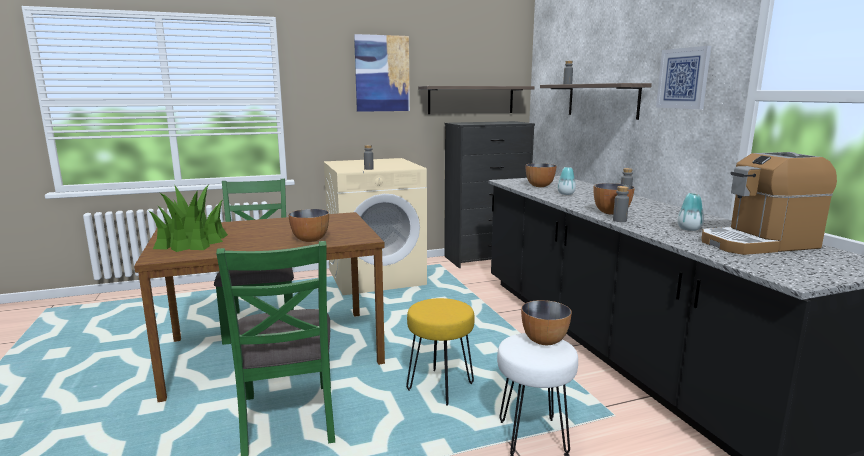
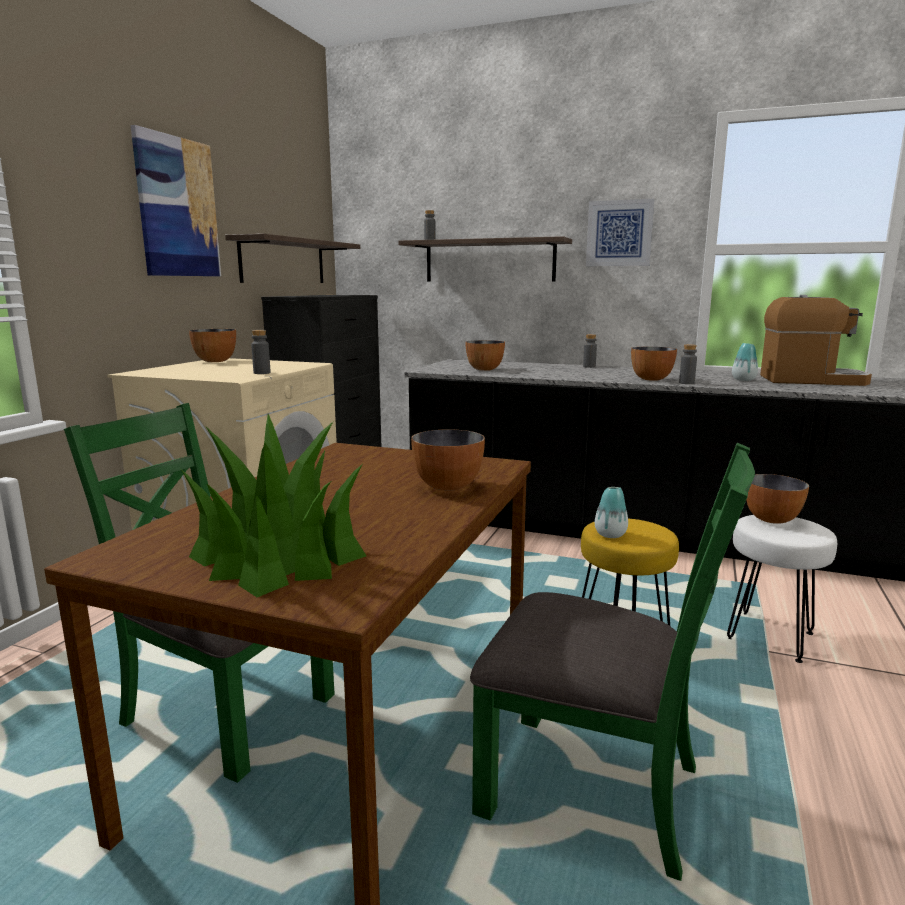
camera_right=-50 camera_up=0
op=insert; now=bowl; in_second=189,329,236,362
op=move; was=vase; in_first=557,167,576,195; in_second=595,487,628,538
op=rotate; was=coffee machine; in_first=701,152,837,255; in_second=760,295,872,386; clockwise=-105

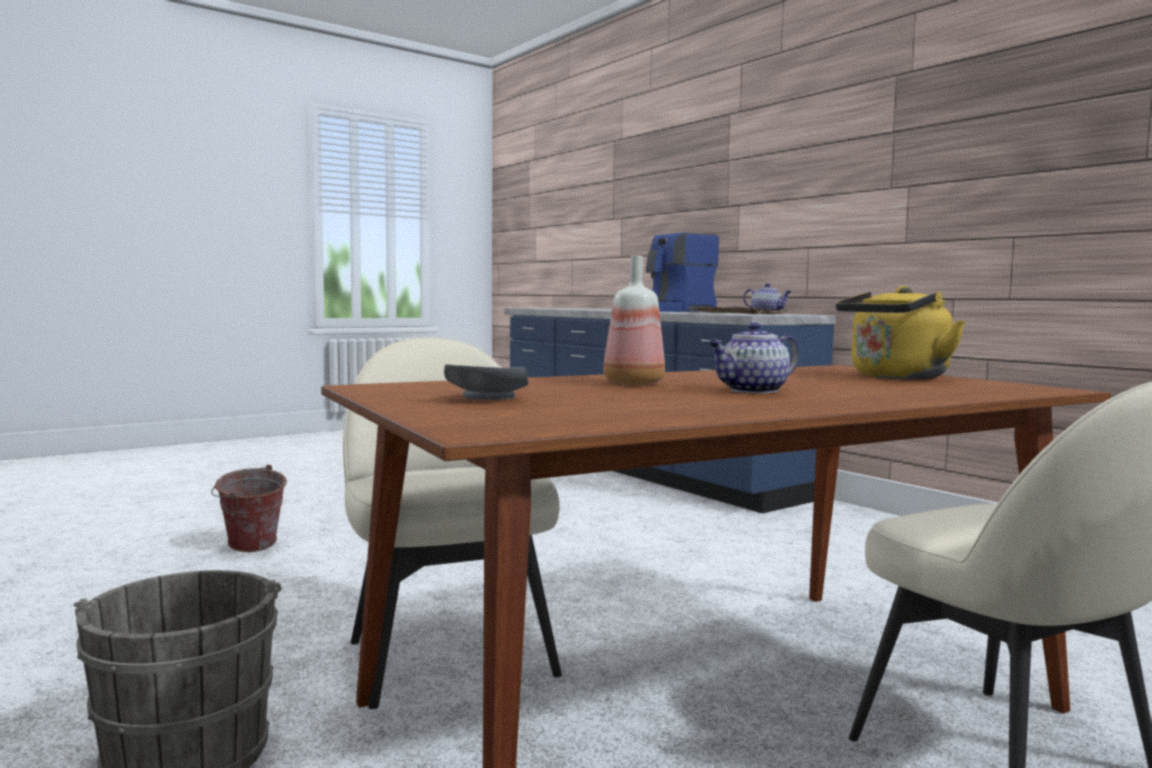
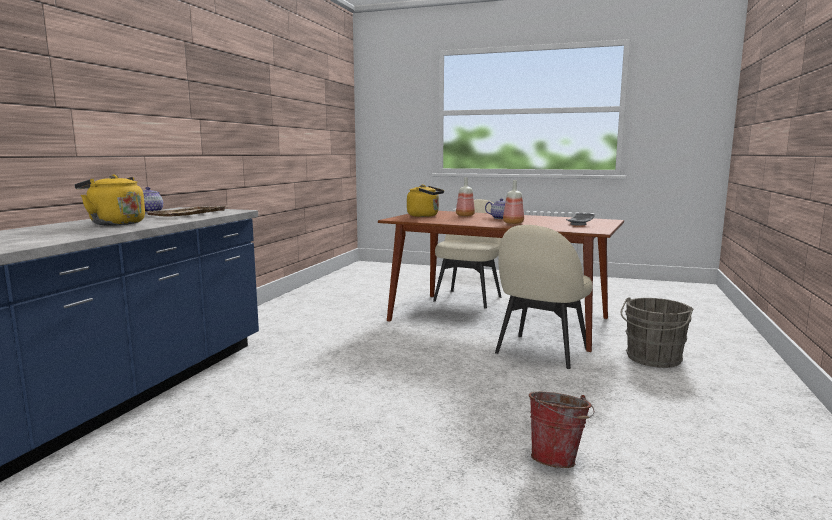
camera_right=-125 camera_up=5
op=replace; was=coffee machine; now=kettle (yellow); in_first=646,233,719,312; in_second=75,174,145,226
op=insert; now=bottle; in_second=456,177,475,216

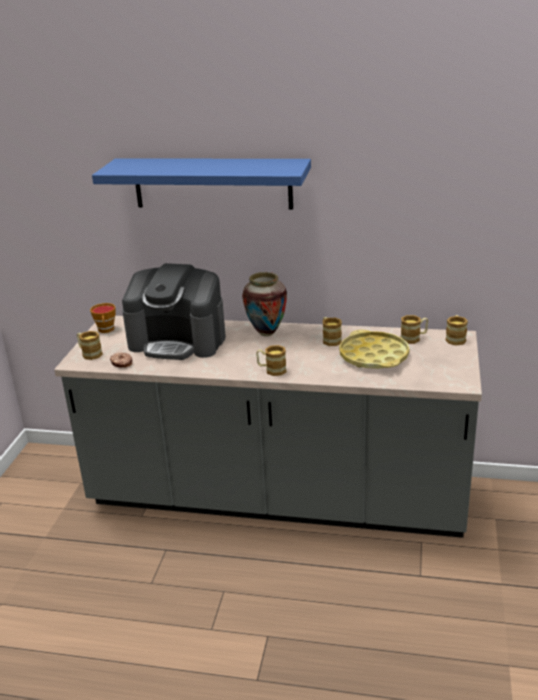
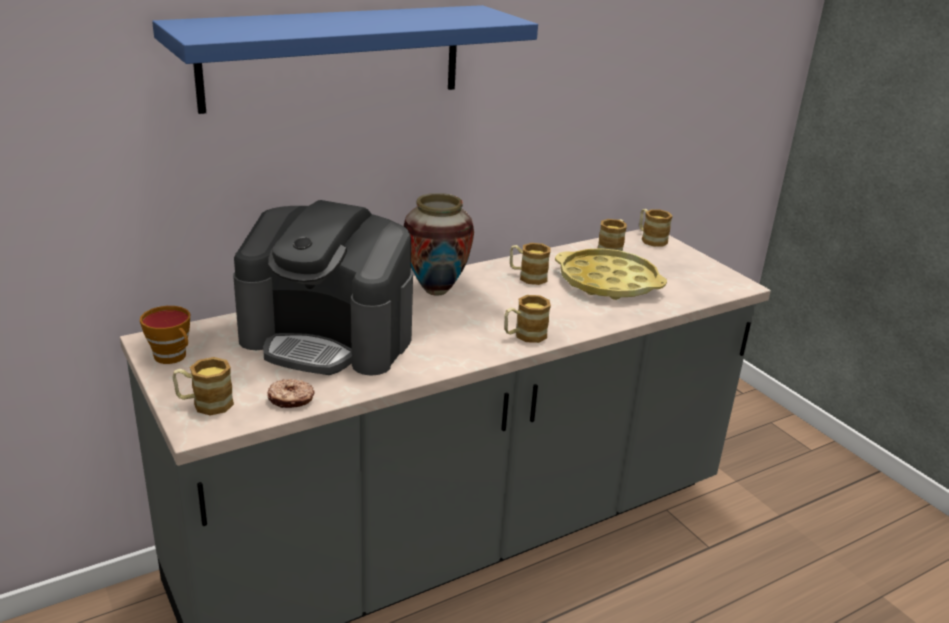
camera_right=-45 camera_up=0
op=rotate; was=coffee machine; in_first=122,263,226,360; in_second=233,200,413,376; clockwise=45

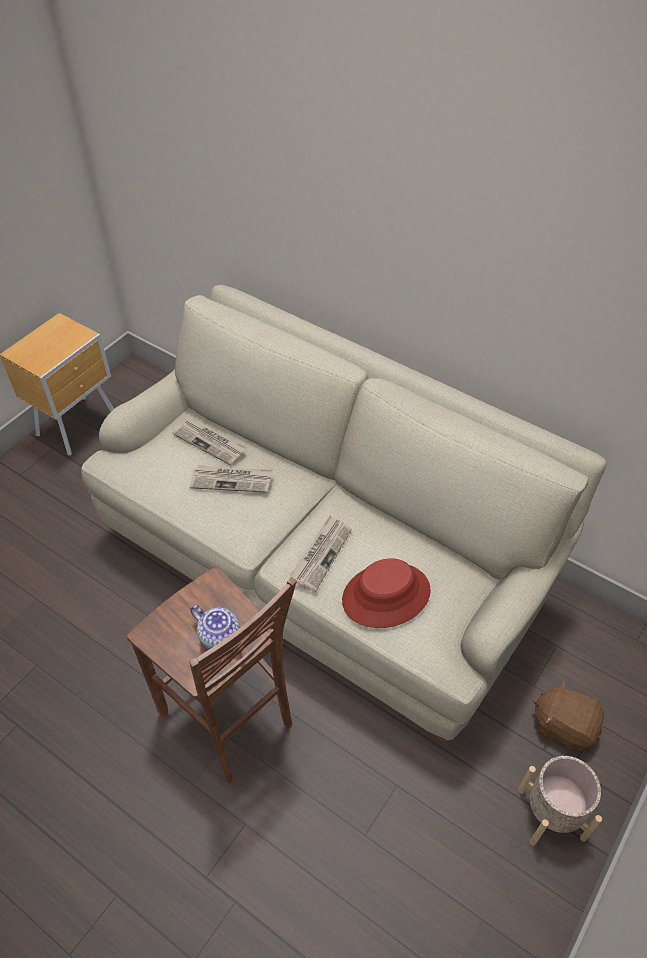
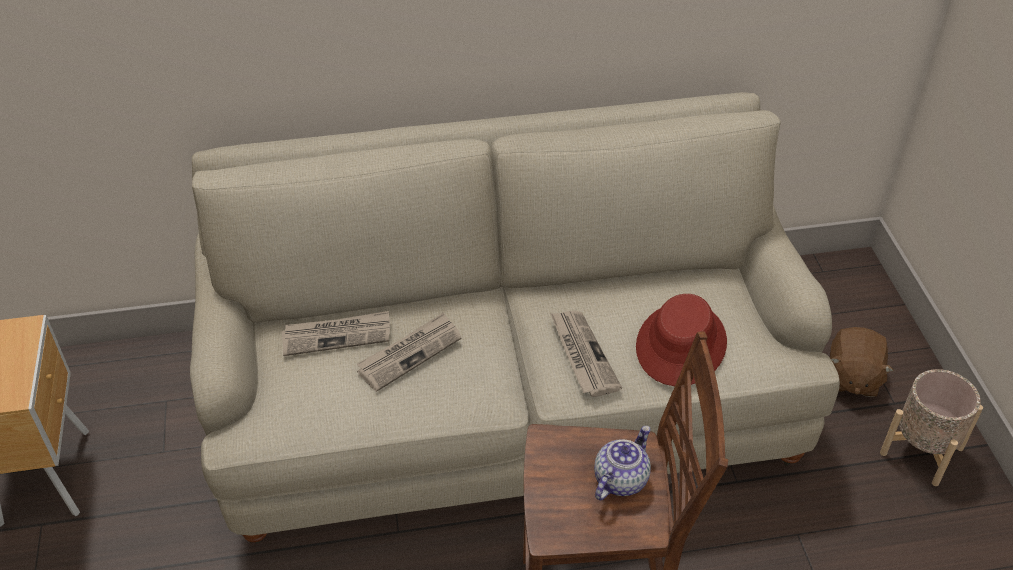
camera_right=-45 camera_up=-5
op=rotate; was=teapot; in_first=190,605,240,650; in_second=594,426,651,500; clockwise=-45
op=rotate; was=plush toy (brown); in_first=533,680,604,751; in_second=830,327,894,397; clockwise=-60

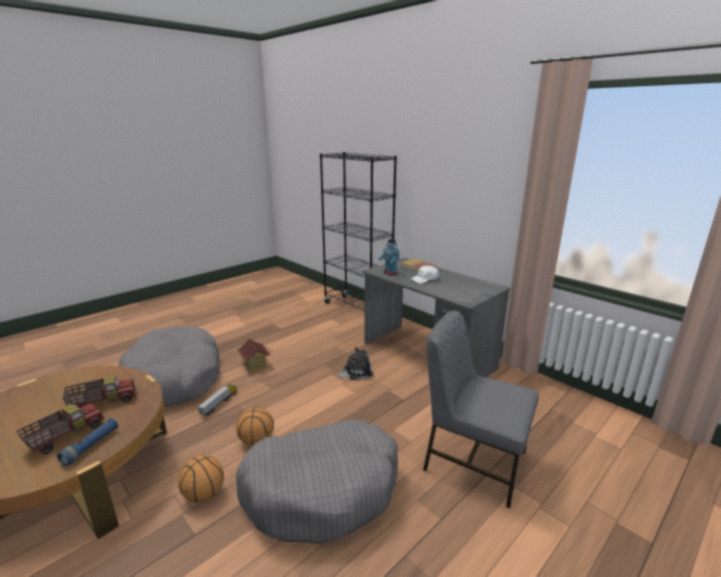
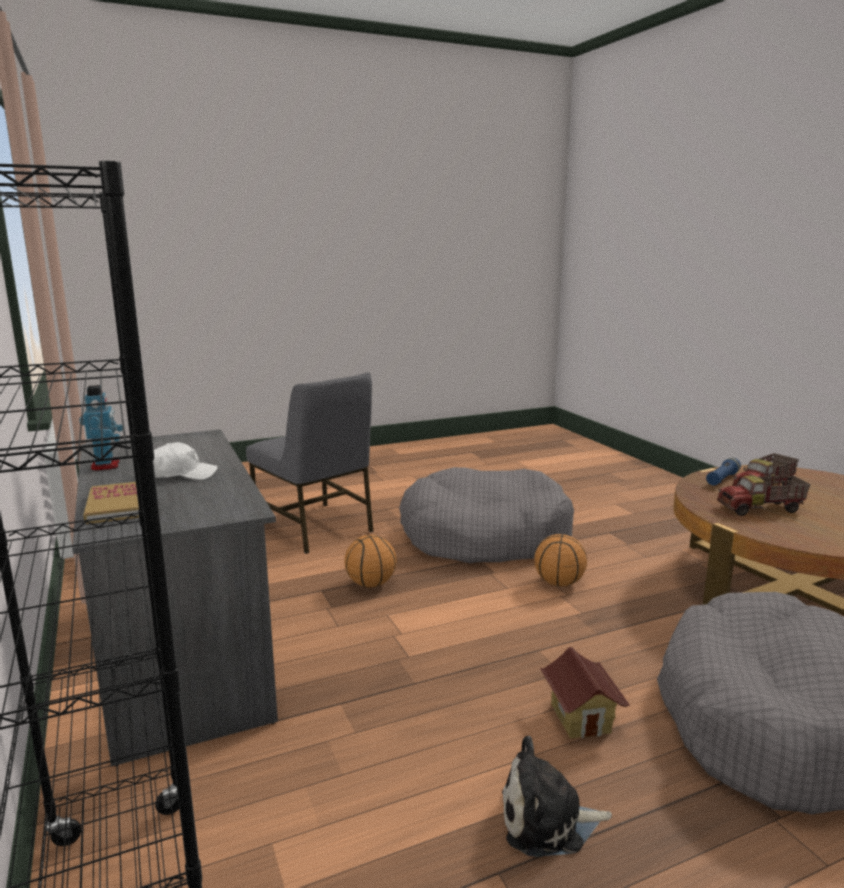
camera_right=-160 camera_up=-5
op=move; was=toy robot; in_first=379,238,400,276; in_second=79,385,123,471
op=move; was=basketball; in_first=178,455,224,502; in_second=345,535,397,587
op=move; was=plush toy; in_first=336,347,373,380; in_second=502,736,612,857
op=delete; was=toy truck; in_first=198,384,237,416

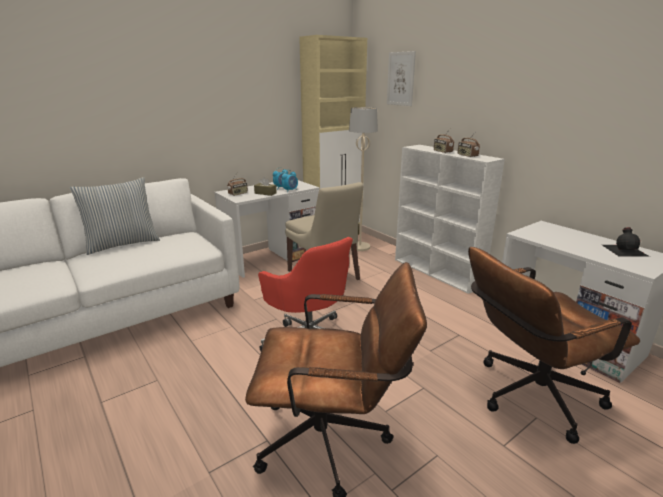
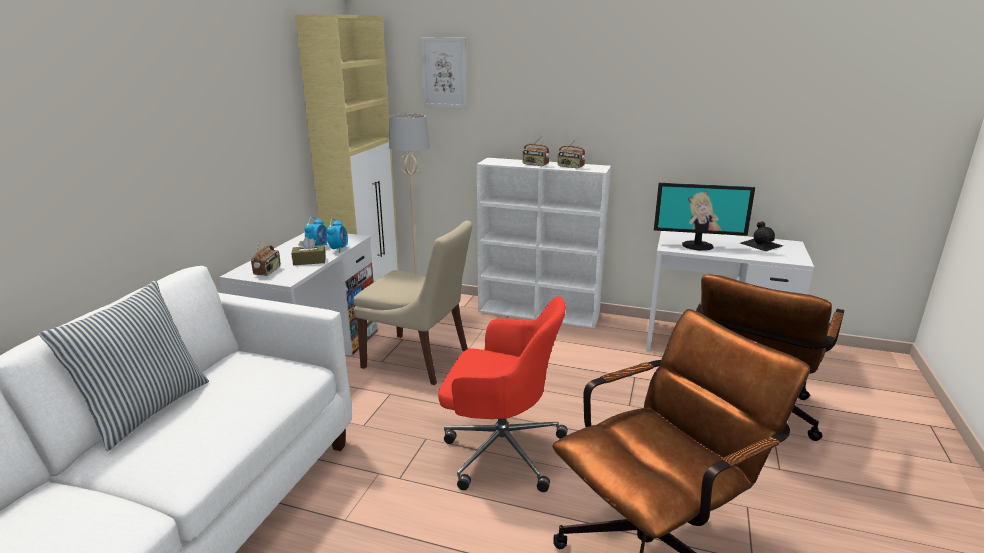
camera_right=-35 camera_up=0
op=insert; now=monitor; in_second=654,183,755,251

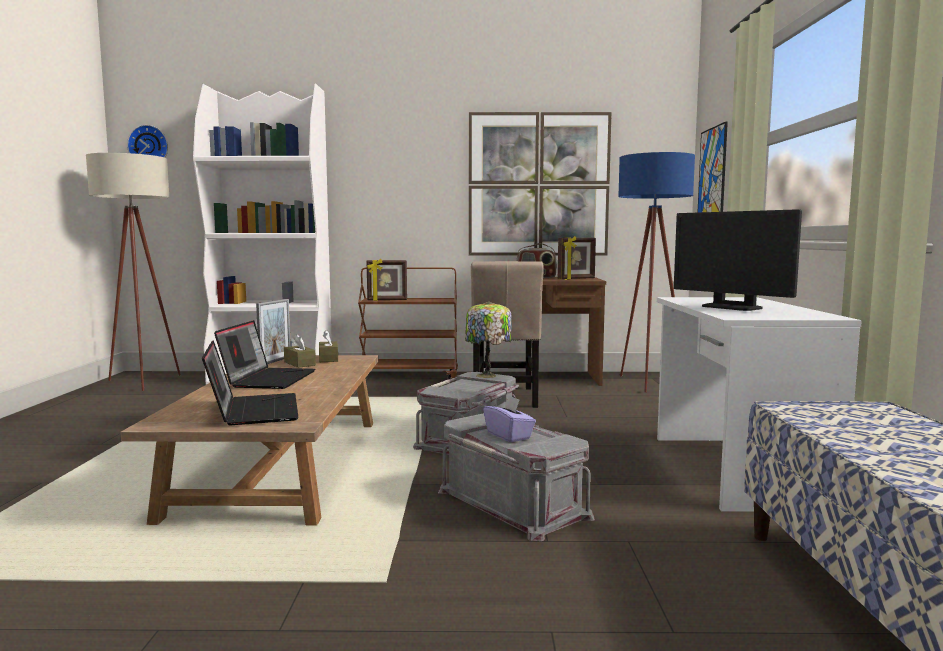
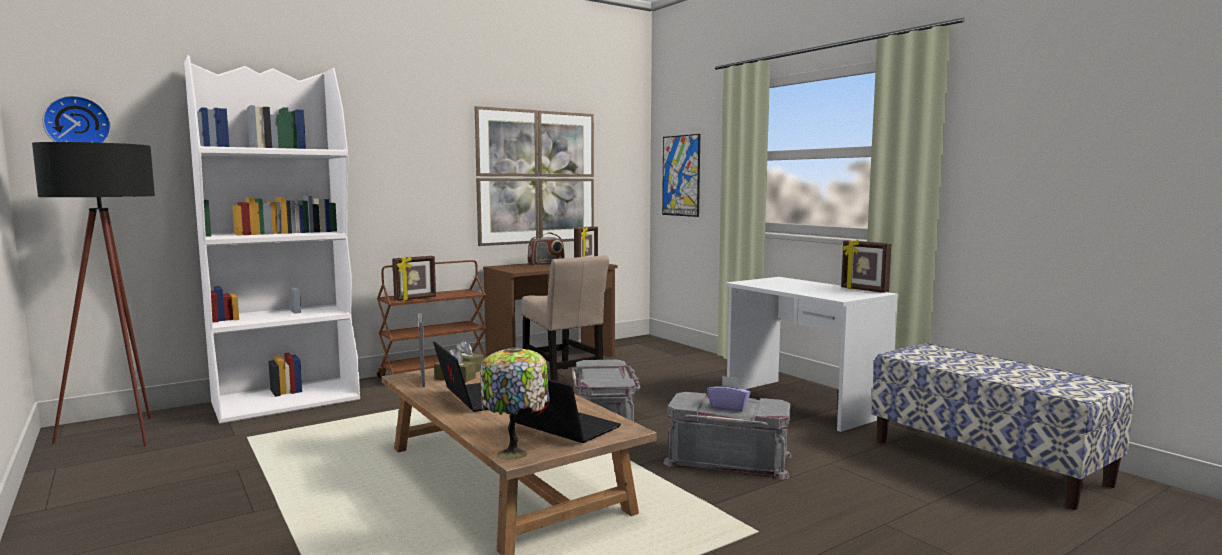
camera_right=-35 camera_up=0
op=recolor; was=floor lamp (beige); now=floor lamp (black); in_first=86,153,181,391; in_second=32,142,155,447
op=move; was=table lamp; in_first=465,302,512,378; in_second=480,347,550,460
op=insert; now=picture frame; in_second=841,240,891,293
op=delete; was=floor lamp (blue); in_first=618,152,695,393
op=delete; was=monitor; in_first=674,209,802,311

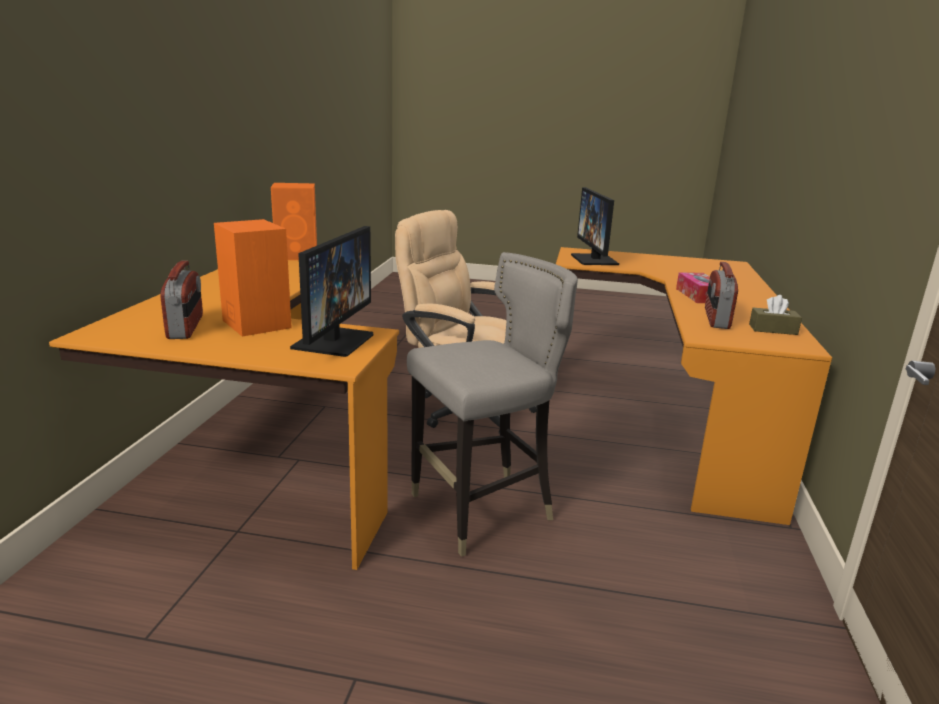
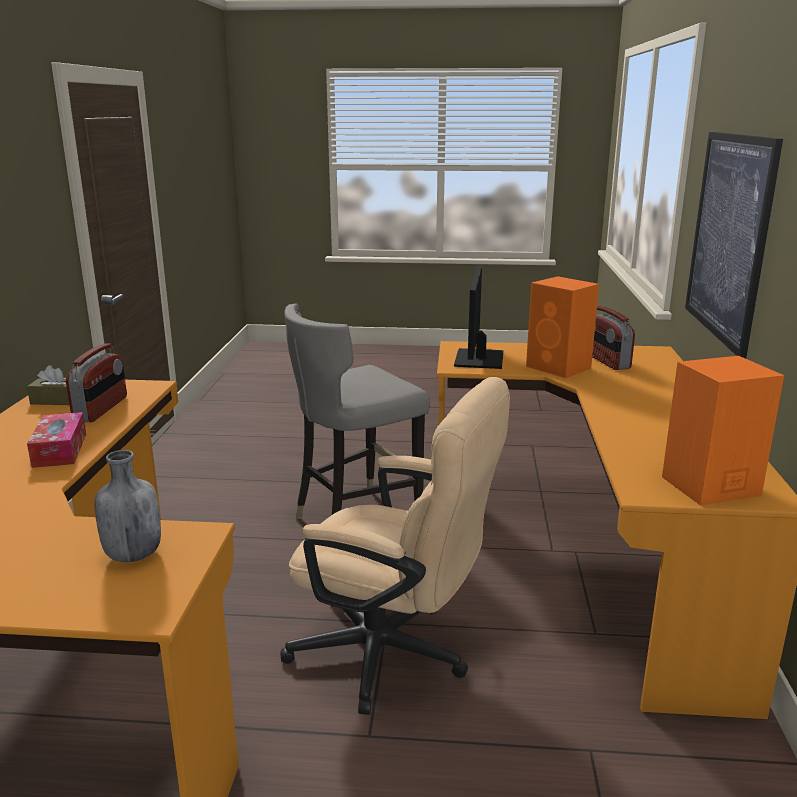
camera_right=175 camera_up=0
op=replace; was=monitor; now=bottle (grey); in_first=571,187,619,265; in_second=95,450,161,562
op=insert; now=picture; in_second=685,132,783,359

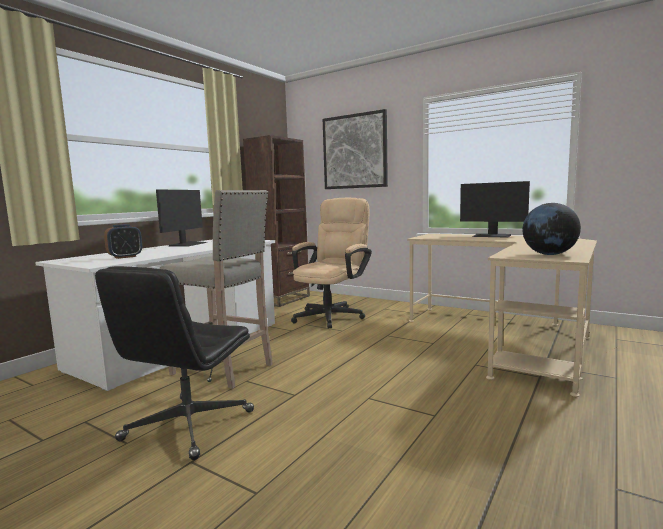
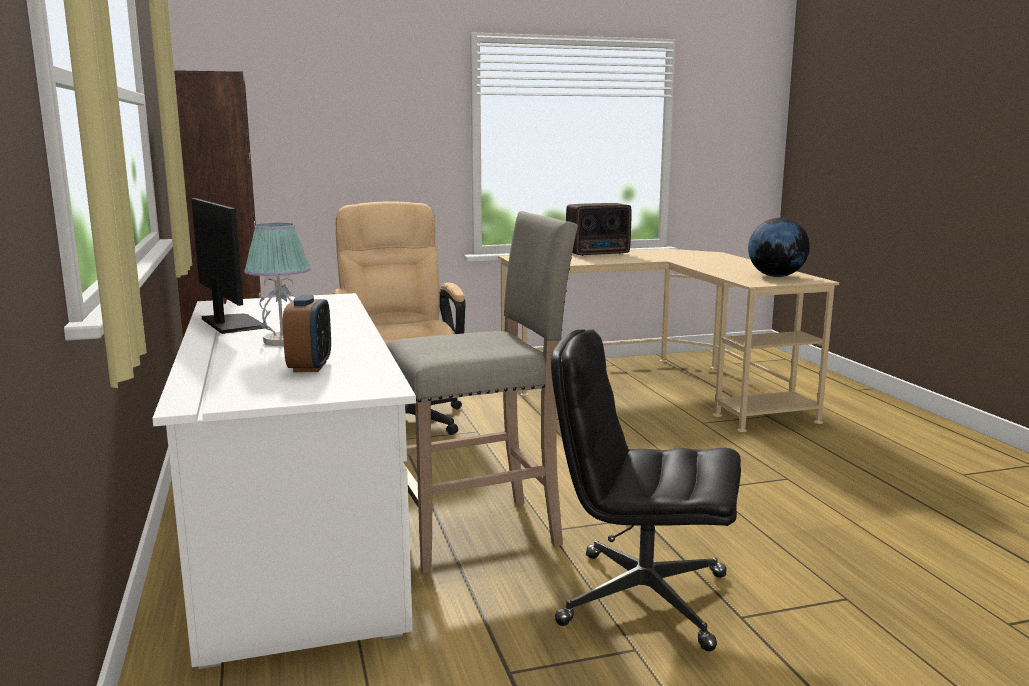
camera_right=-50 camera_up=5
op=insert; now=table lamp; in_second=244,223,311,346
op=rotate; was=office chair (black); in_first=95,266,254,460; in_second=551,329,741,651; clockwise=135
op=replace; was=monitor; now=radio; in_first=460,181,530,238; in_second=566,203,632,256
op=delete; was=picture; in_first=323,109,388,189

